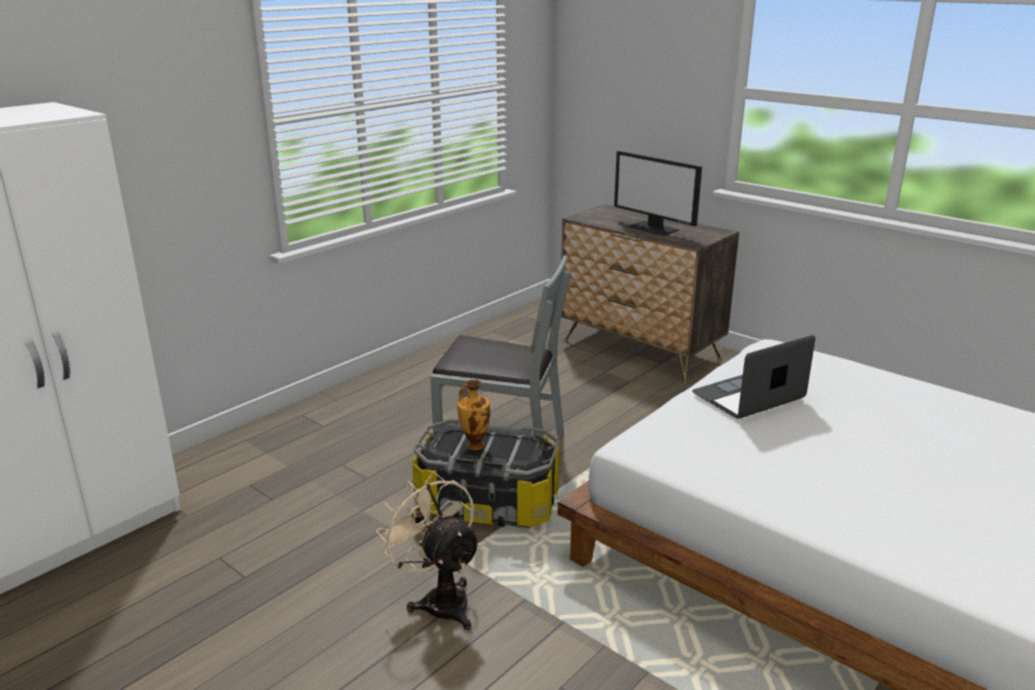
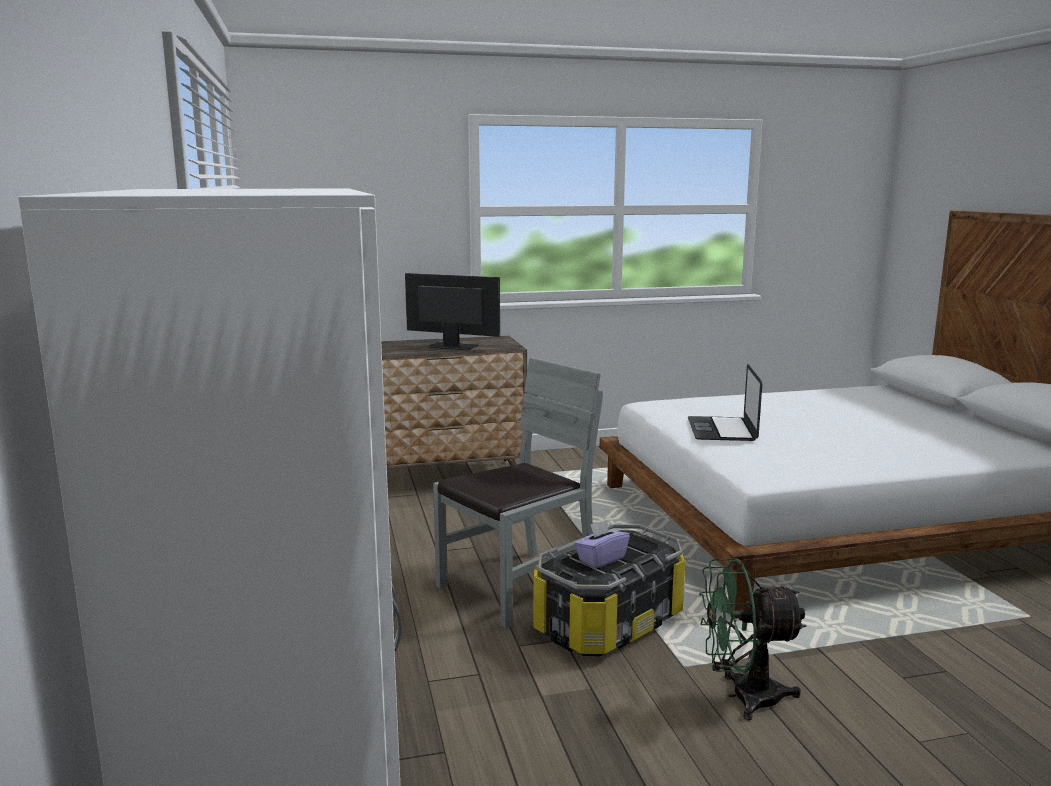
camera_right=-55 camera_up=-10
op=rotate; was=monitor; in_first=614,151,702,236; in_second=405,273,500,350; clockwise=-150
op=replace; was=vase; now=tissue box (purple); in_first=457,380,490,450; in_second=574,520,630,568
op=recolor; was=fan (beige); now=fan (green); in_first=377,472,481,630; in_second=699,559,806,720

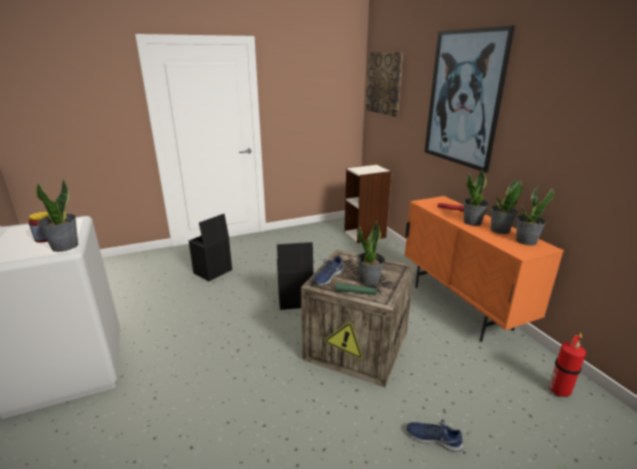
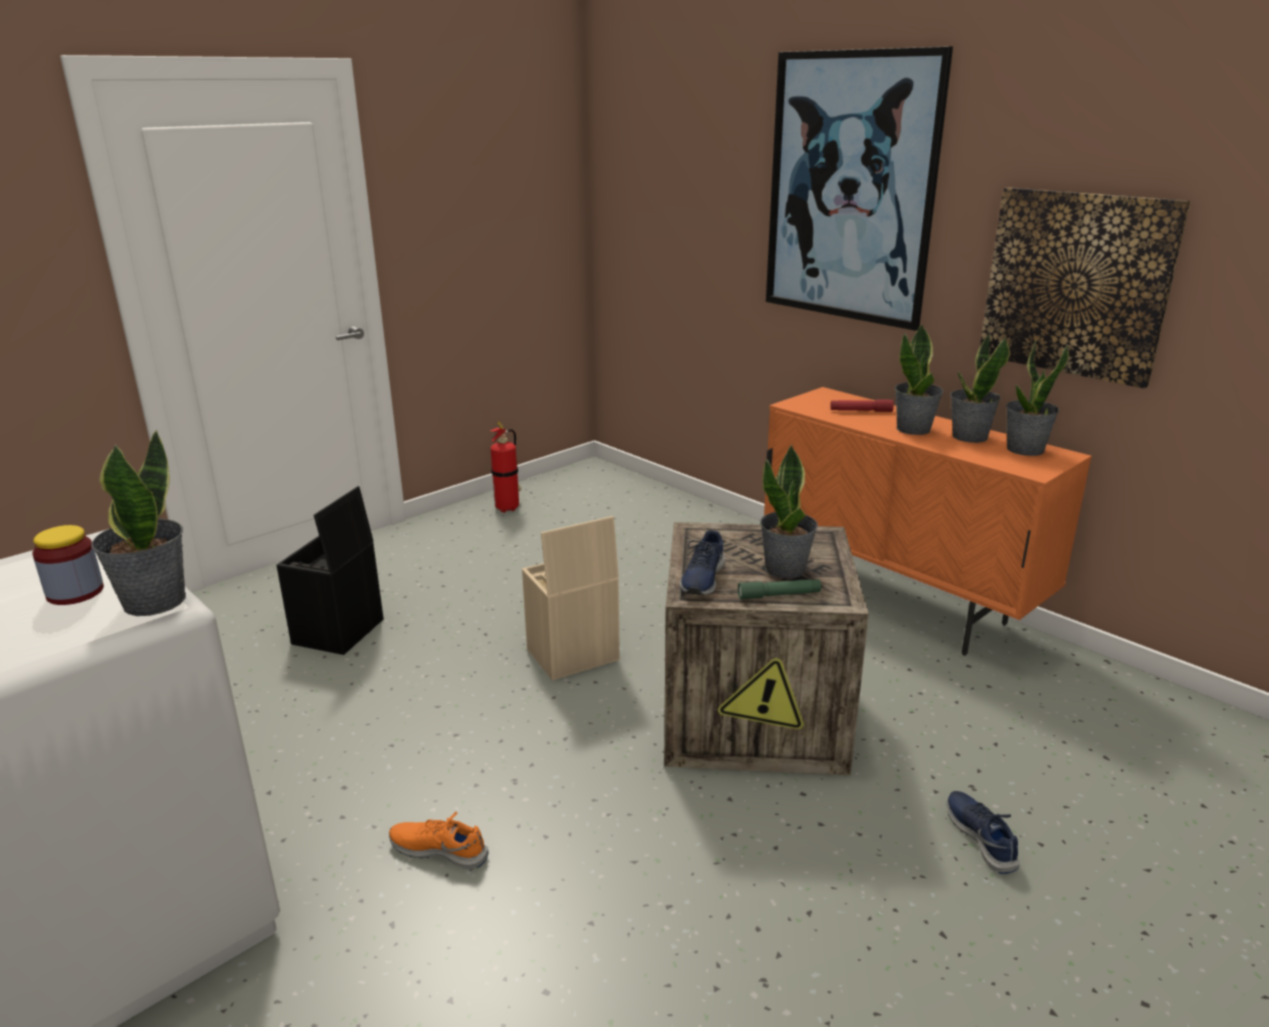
camera_right=-20 camera_up=0
op=insert; now=shoe (orange); in_second=389,812,488,869
op=move; was=fire extinguisher; in_first=549,333,586,397; in_second=490,422,521,513
op=recolor; was=storage box (black); now=storage box (beige); in_first=277,242,313,310; in_second=522,516,620,681
op=rotate; was=shoe (blue); in_first=407,420,463,453; in_second=947,791,1020,874; clockwise=75
op=move; was=picture; in_first=366,52,403,117; in_second=980,187,1191,388
op=delete; was=bookcase; in_first=344,164,392,243

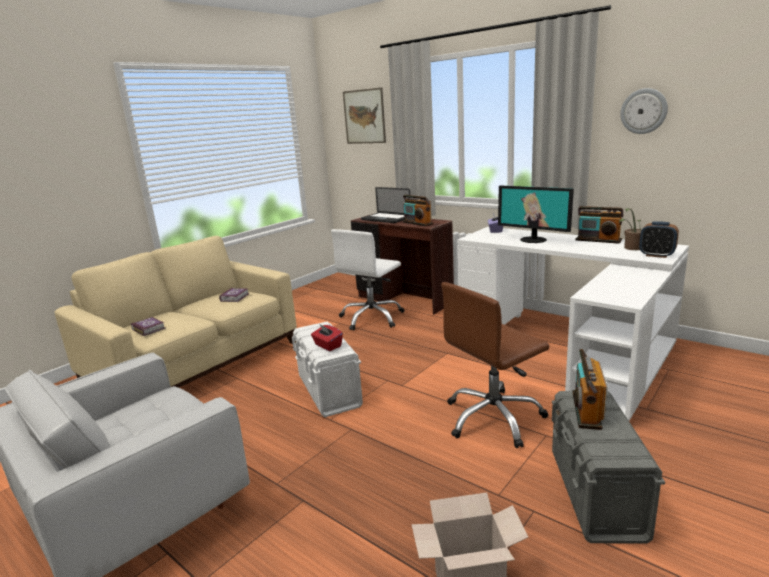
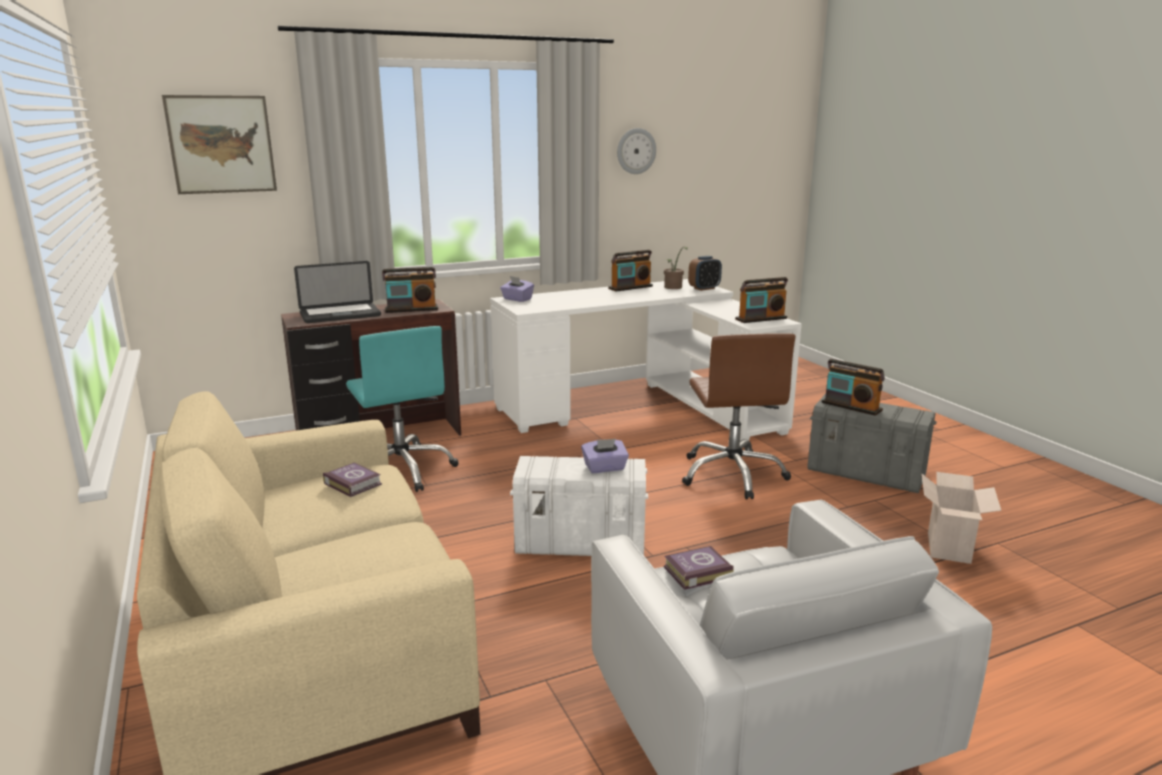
camera_right=-65 camera_up=0
op=recolor; was=office chair (white); now=office chair (turquoise); in_first=331,229,404,331; in_second=346,326,459,492
op=recolor; was=tissue box (red); now=tissue box (purple); in_first=311,324,343,351; in_second=581,439,629,473
op=move; was=book; in_first=131,317,166,336; in_second=664,546,734,590
op=insert; now=radio; in_second=735,277,788,323
op=delete; was=monitor; in_first=498,185,574,243

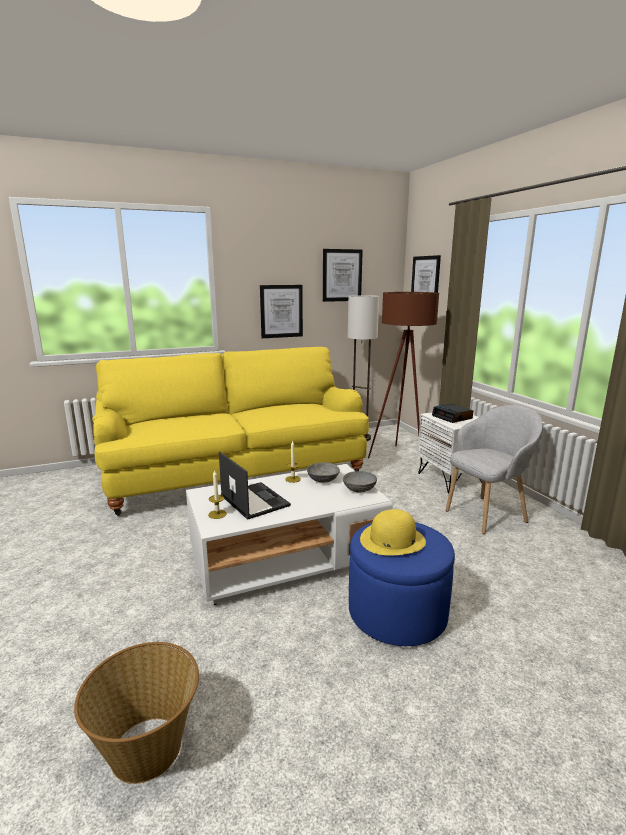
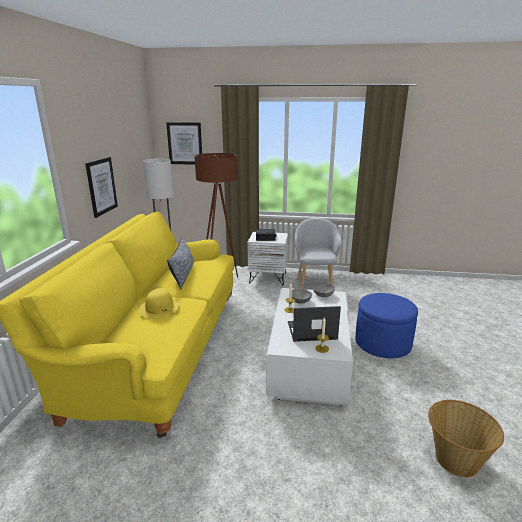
camera_right=-60 camera_up=5
op=move; was=hat (yellow); in_first=360,509,426,555; in_second=139,288,180,319
op=insert; now=pillow; in_second=167,237,194,289
op=delete; was=picture; in_first=323,249,363,302

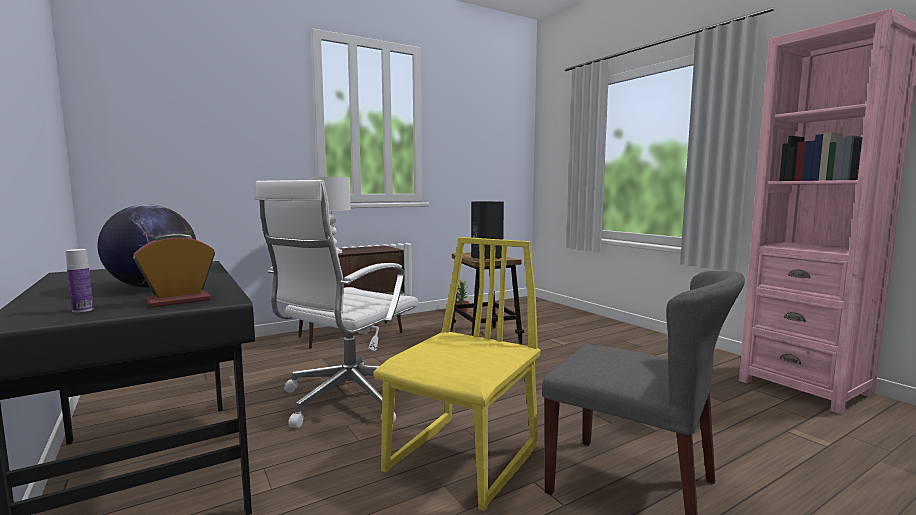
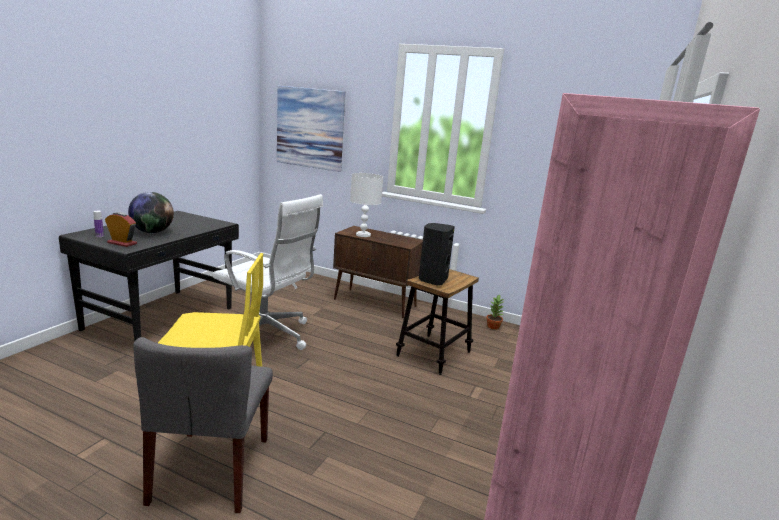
camera_right=55 camera_up=10
op=rotate; was=office chair (white); in_first=255,180,419,428; in_second=212,194,323,350; clockwise=-150
op=insert; now=picture; in_second=277,86,345,172

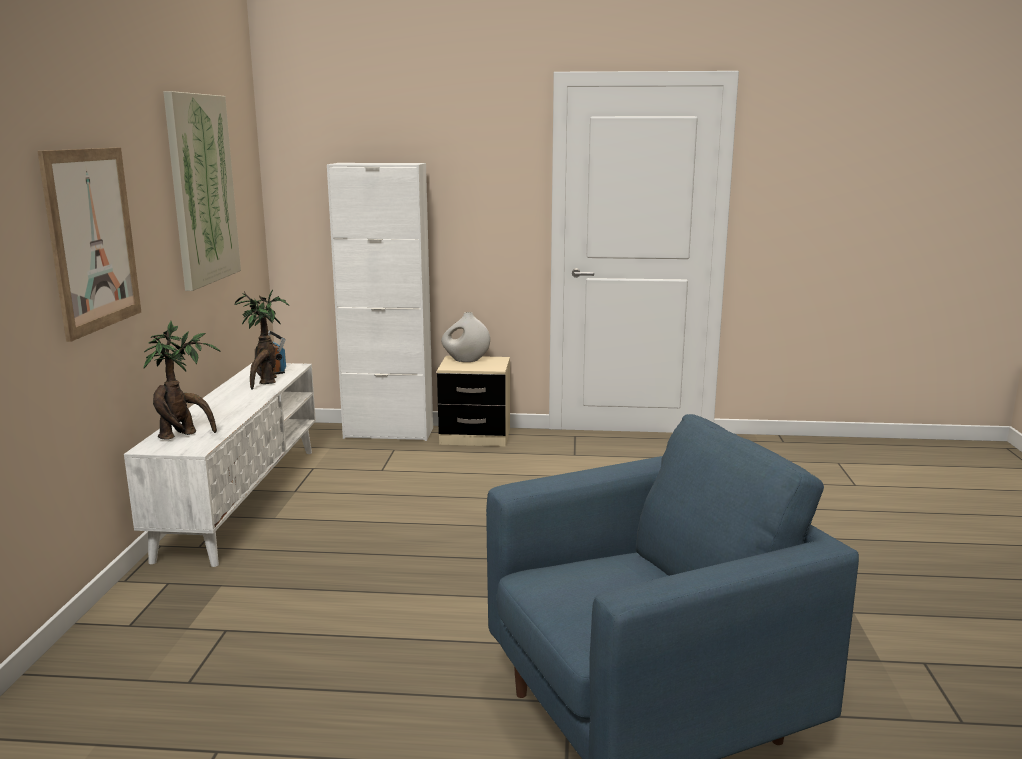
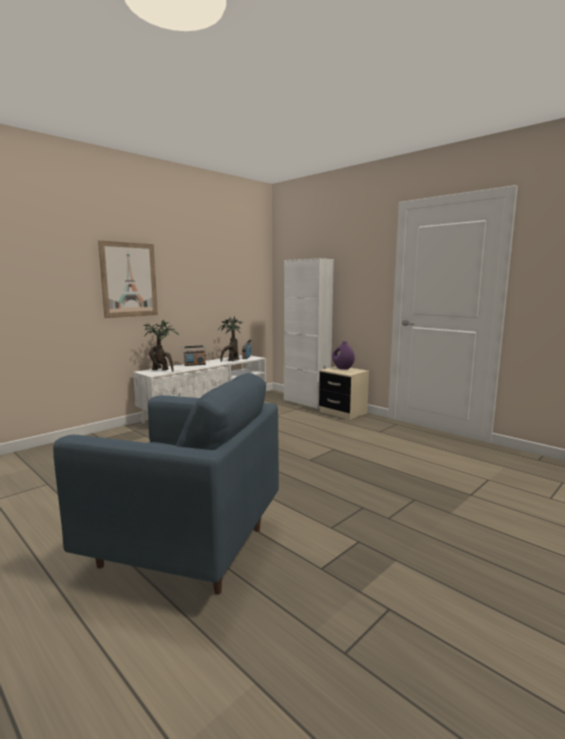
camera_right=40 camera_up=-5
op=insert; now=radio; in_second=183,345,206,366
op=recolor; was=vase (white); now=vase (purple); in_first=441,312,490,362; in_second=332,341,355,370
op=delete; was=picture; in_first=163,91,241,291

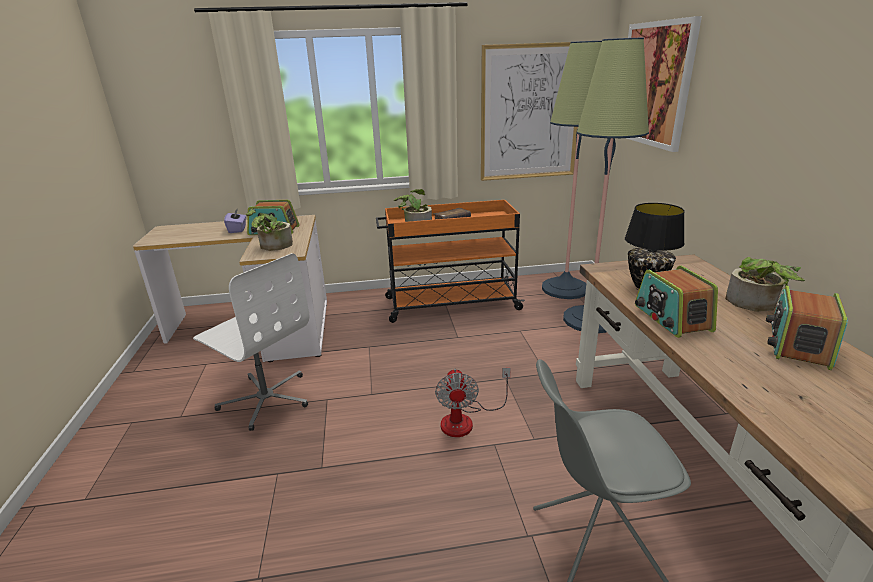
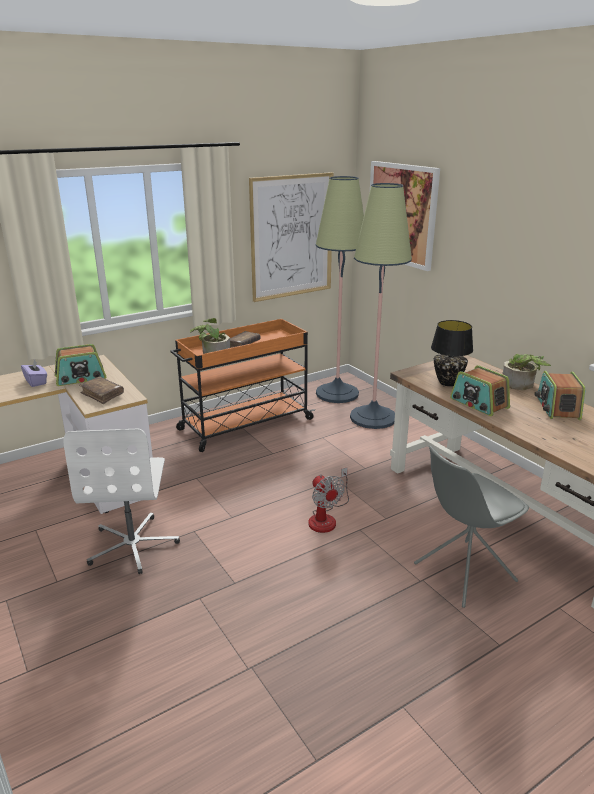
camera_right=-25 camera_up=0
op=rotate; was=office chair (white); in_first=193,253,309,431; in_second=63,429,180,574; clockwise=75
op=replace; was=potted plant; now=book (brown); in_first=246,208,293,251; in_second=79,377,124,404

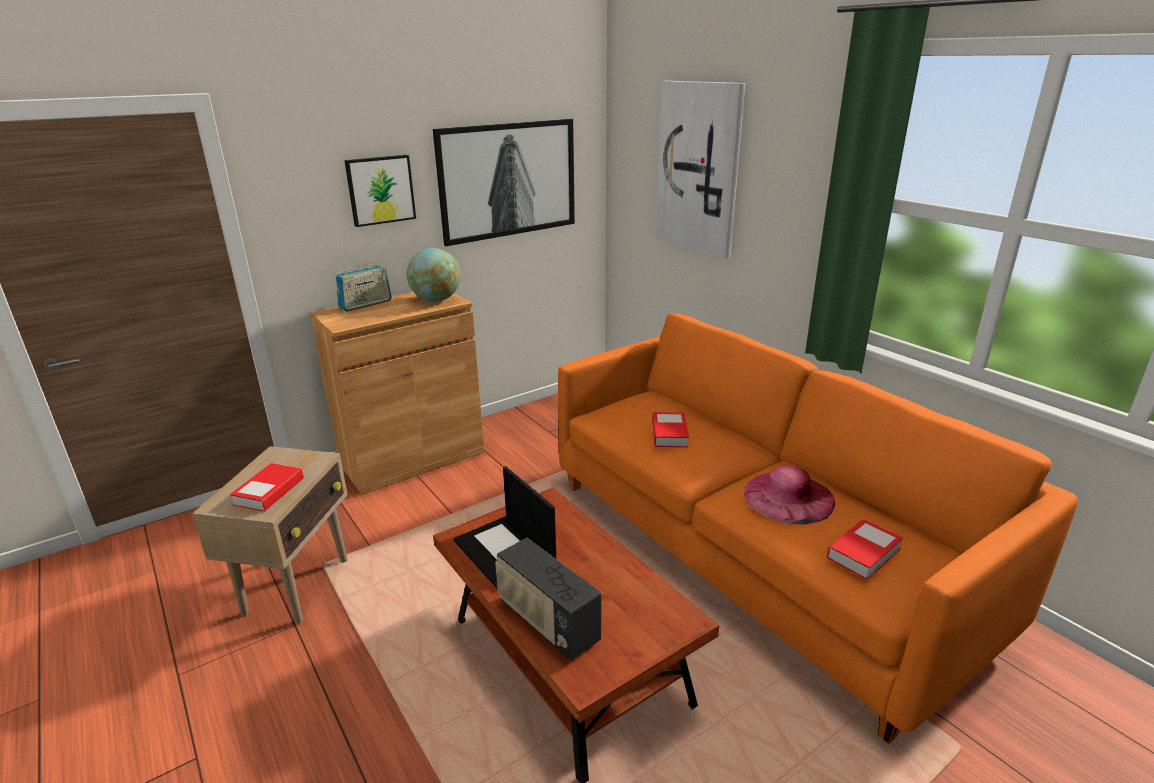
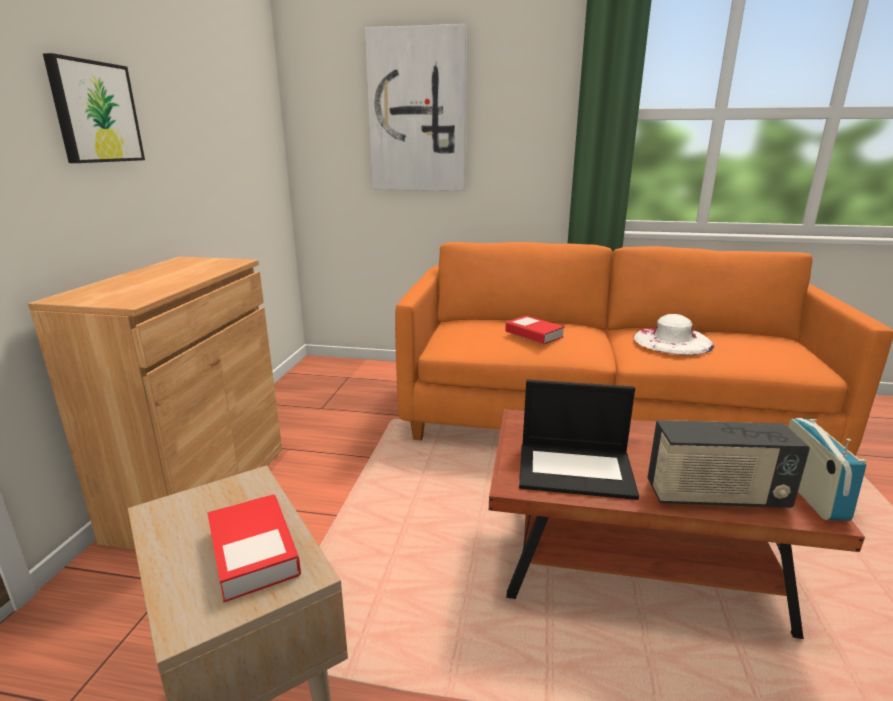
camera_right=-45 camera_up=-5
op=recolor; was=hat (pink); now=hat (white); in_first=744,465,835,524; in_second=633,314,715,355
op=move; was=radio; in_first=335,265,392,311; in_second=788,418,866,521
op=delete; was=globe; in_first=407,248,461,302
op=delete; was=picture; in_first=433,119,575,246
op=delete; was=book; in_first=827,519,903,580

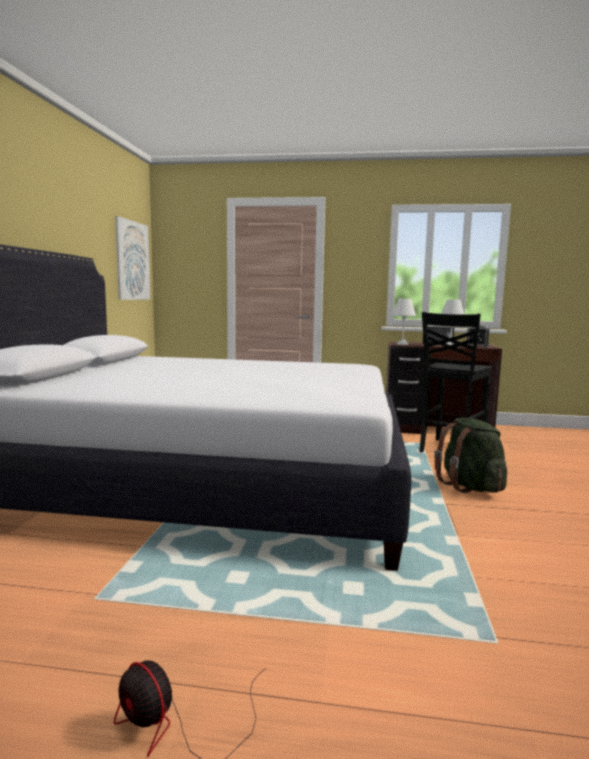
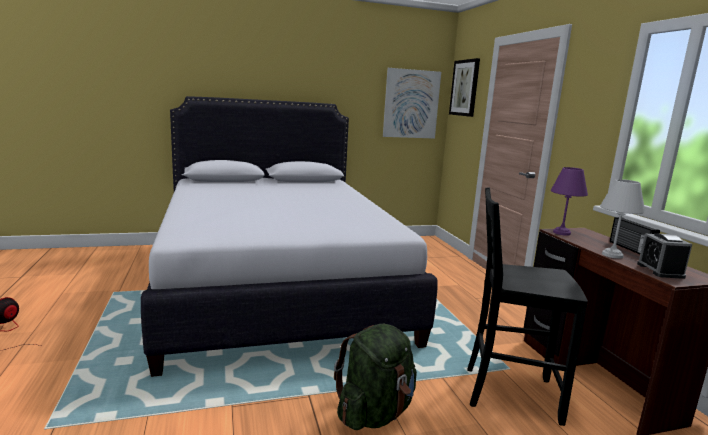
camera_right=65 camera_up=5
op=insert; now=picture; in_second=449,58,480,117
op=recolor; was=table lamp (white); now=table lamp (purple); in_first=392,299,416,345; in_second=551,167,588,236

